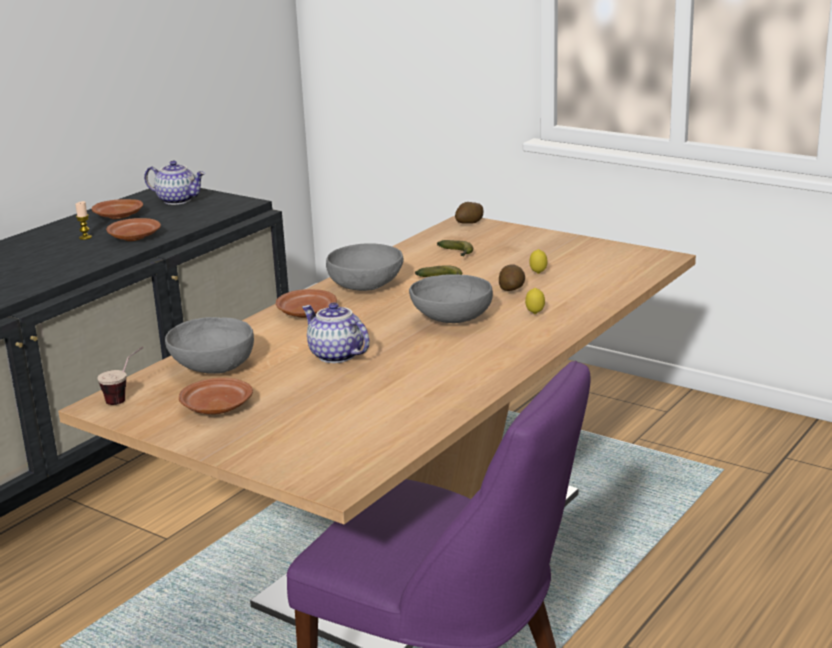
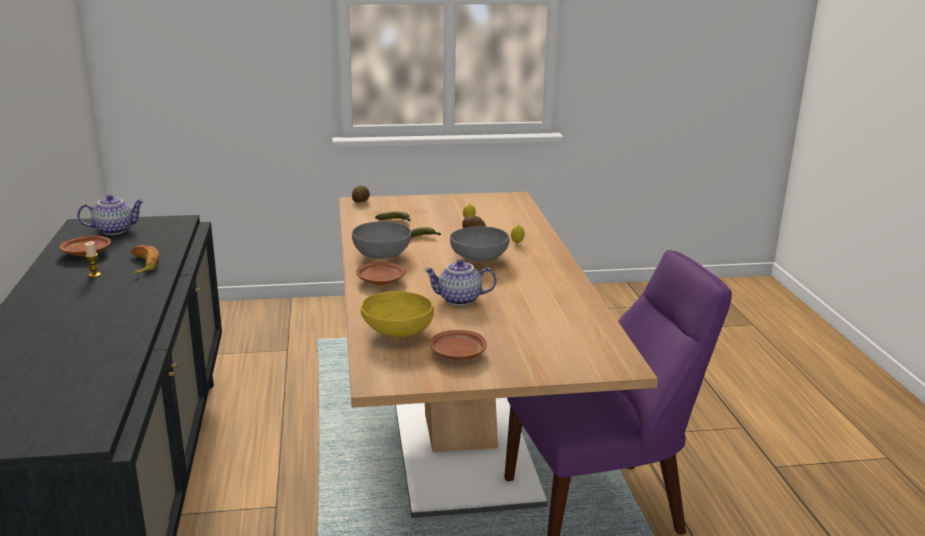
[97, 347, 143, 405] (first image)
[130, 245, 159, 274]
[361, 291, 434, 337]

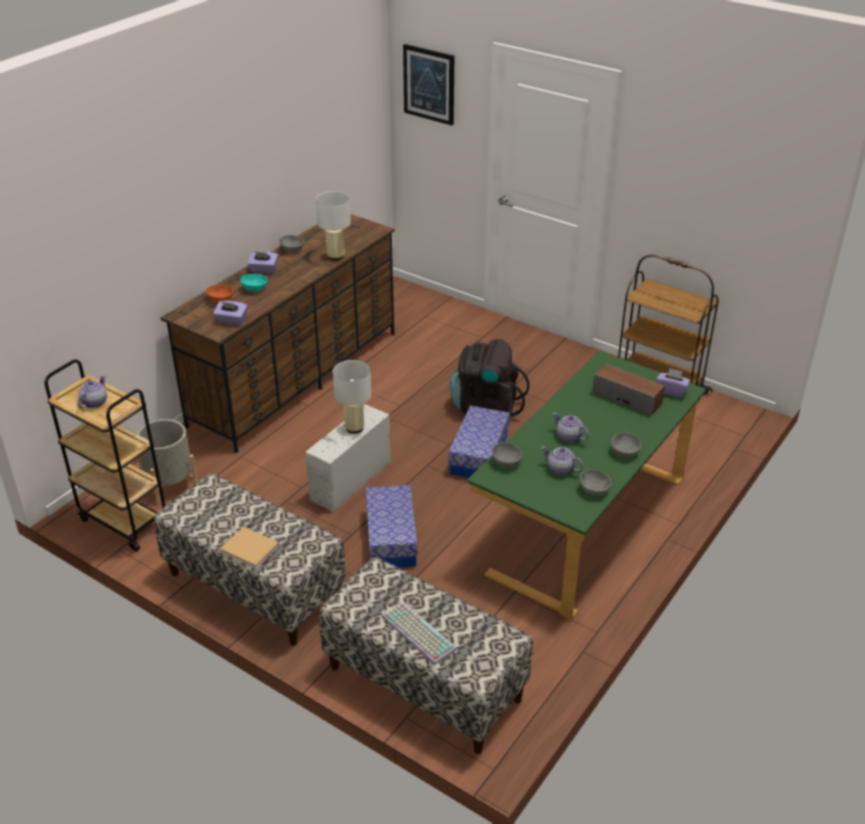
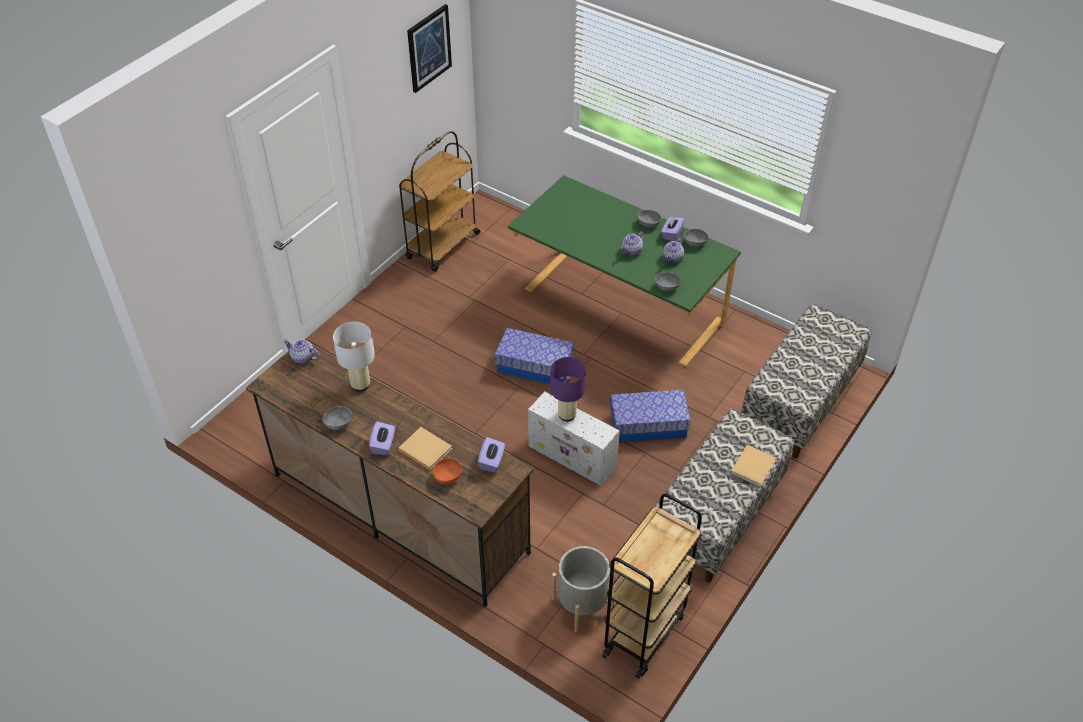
[283, 339, 320, 364]
[399, 427, 452, 470]
[550, 357, 586, 421]
[381, 601, 457, 665] (first image)
[407, 4, 452, 93]
[450, 339, 529, 417] (first image)
[592, 364, 665, 416] (first image)
[661, 215, 685, 241]

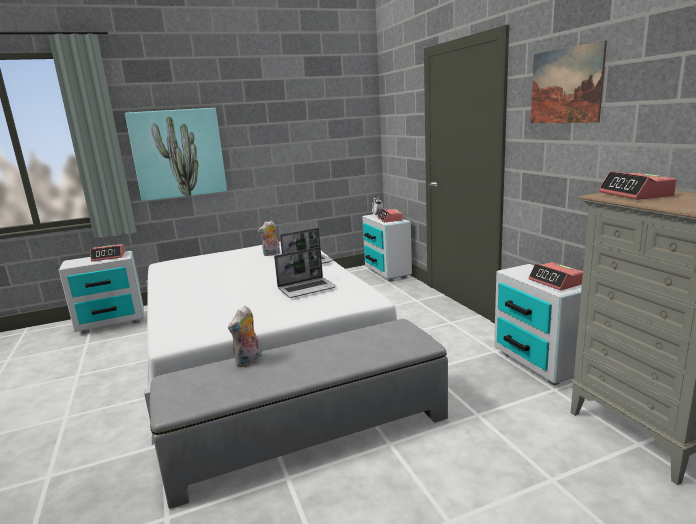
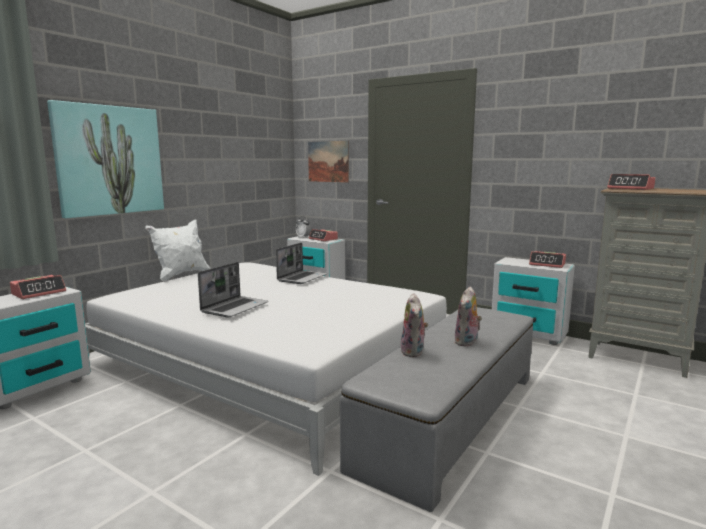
[454, 286, 482, 347]
[198, 262, 268, 318]
[308, 141, 349, 183]
[145, 220, 211, 281]

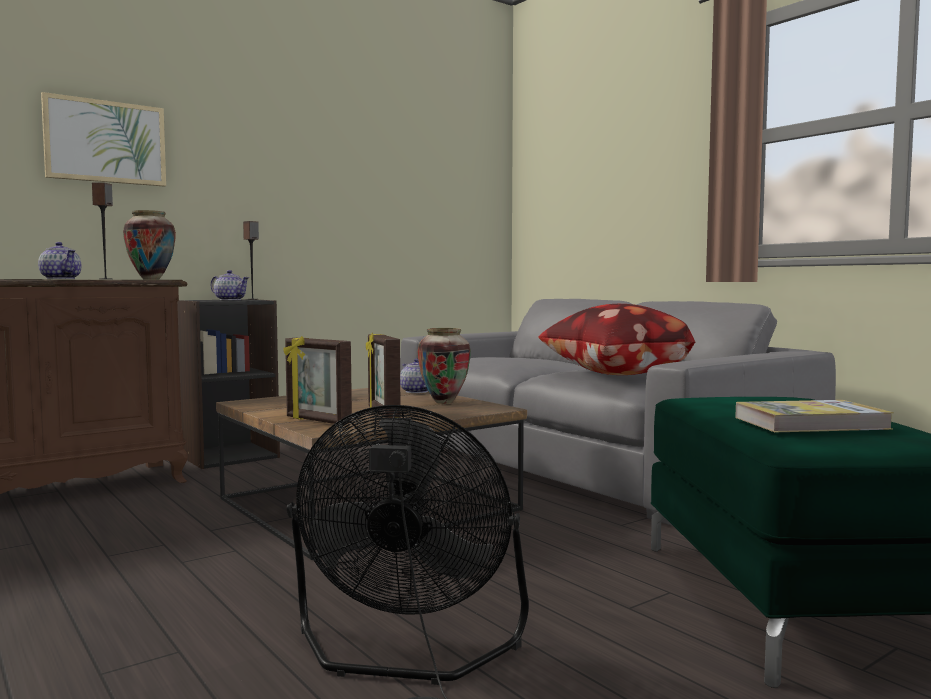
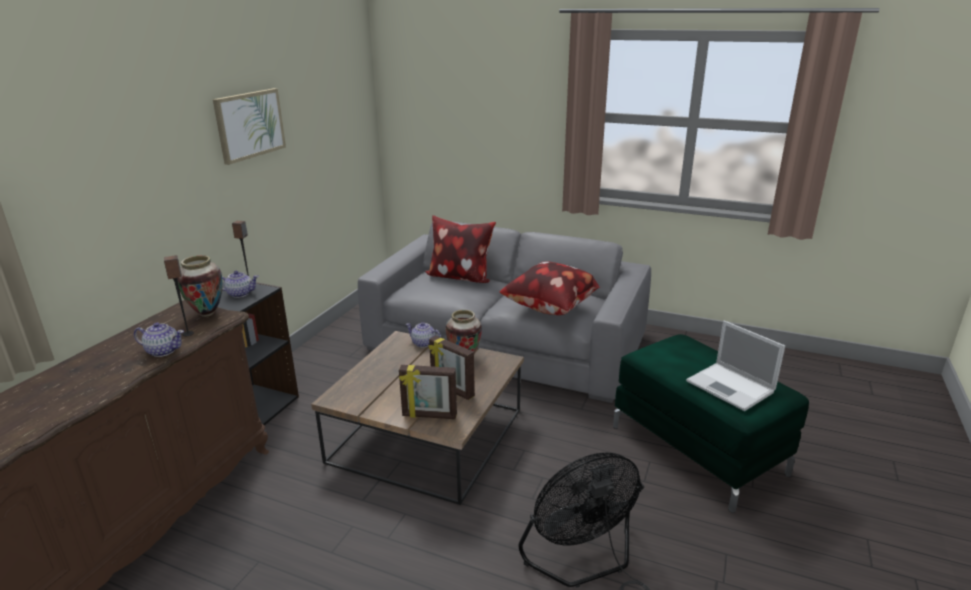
[213, 88, 286, 165]
[686, 321, 785, 411]
[425, 215, 496, 283]

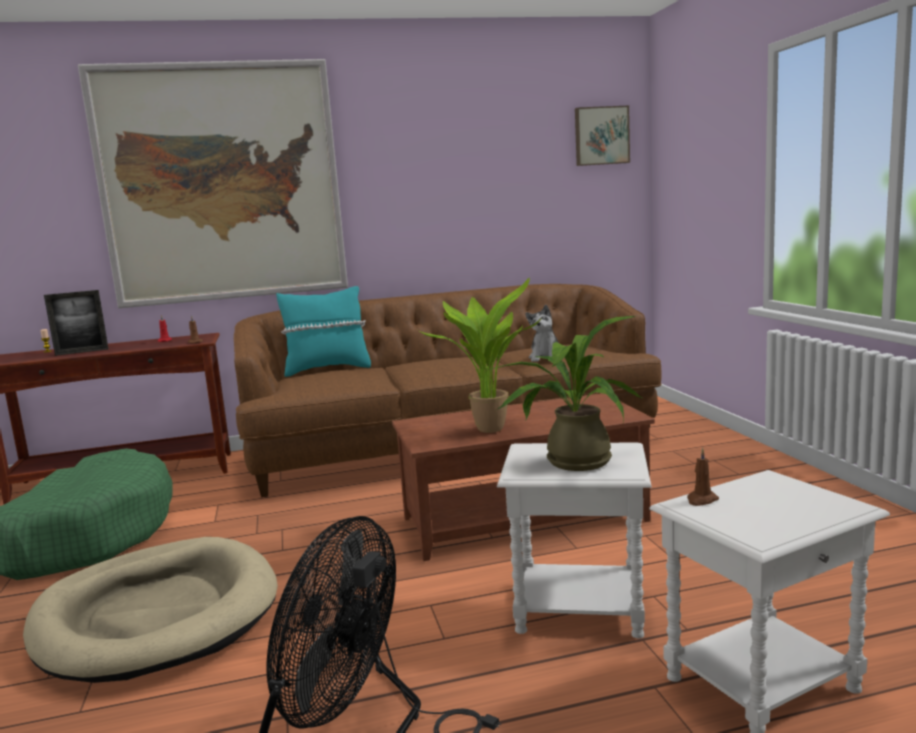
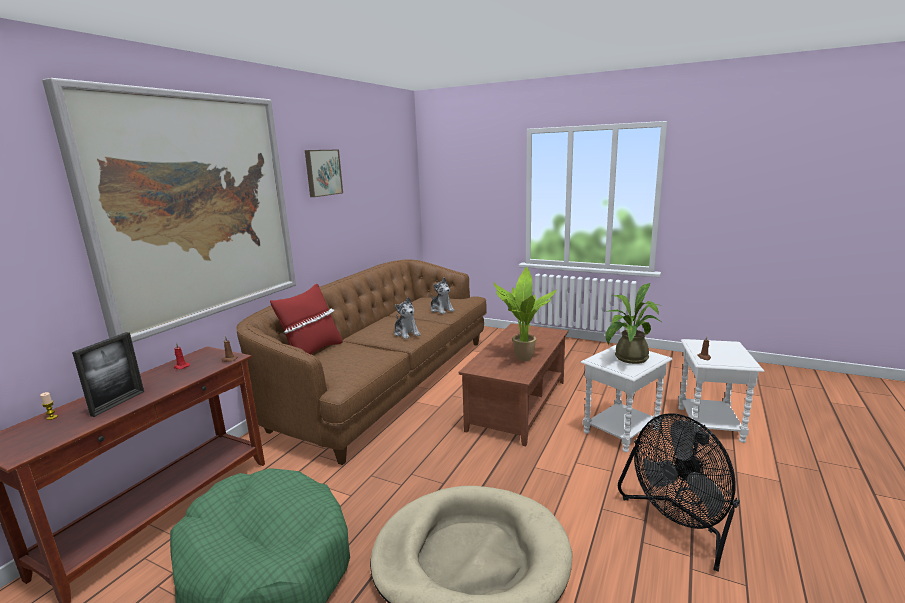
[270, 284, 343, 354]
[305, 149, 343, 197]
[394, 297, 421, 339]

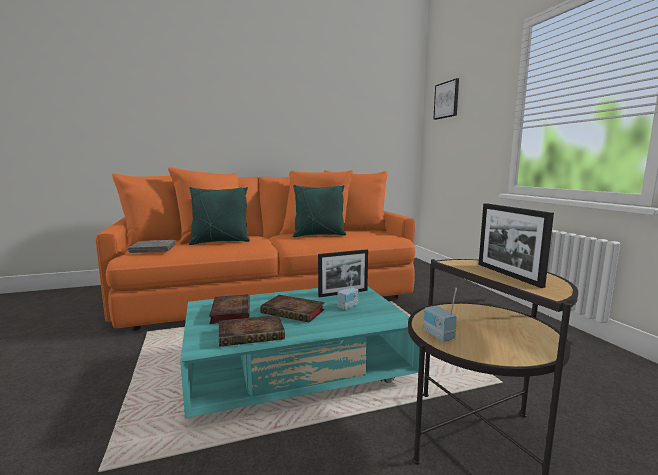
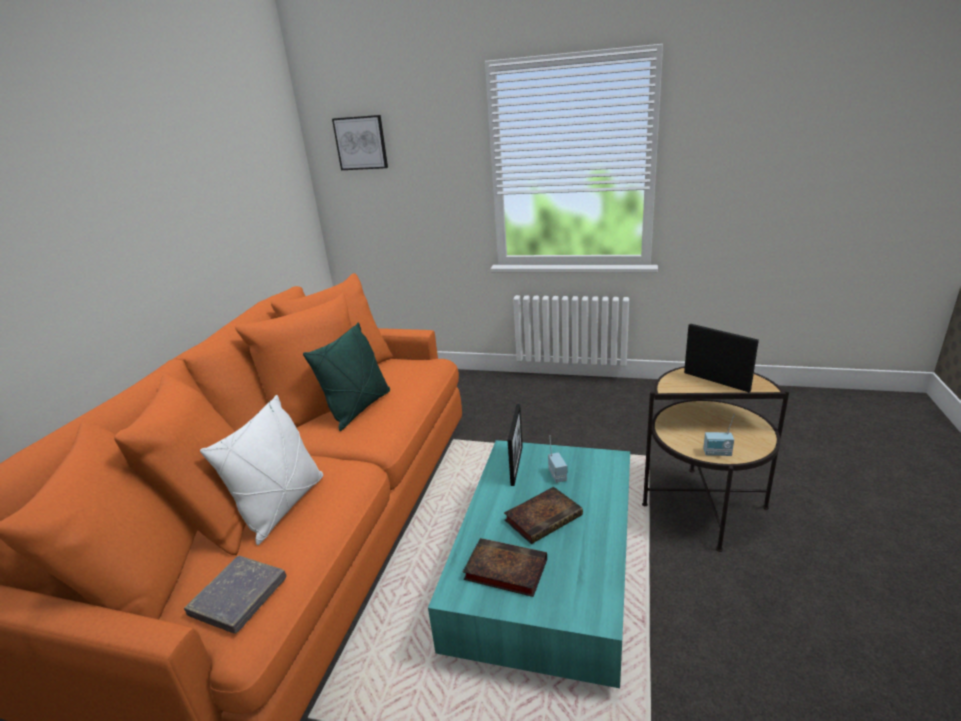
[200, 395, 323, 545]
[219, 315, 285, 347] (first image)
[684, 323, 759, 392]

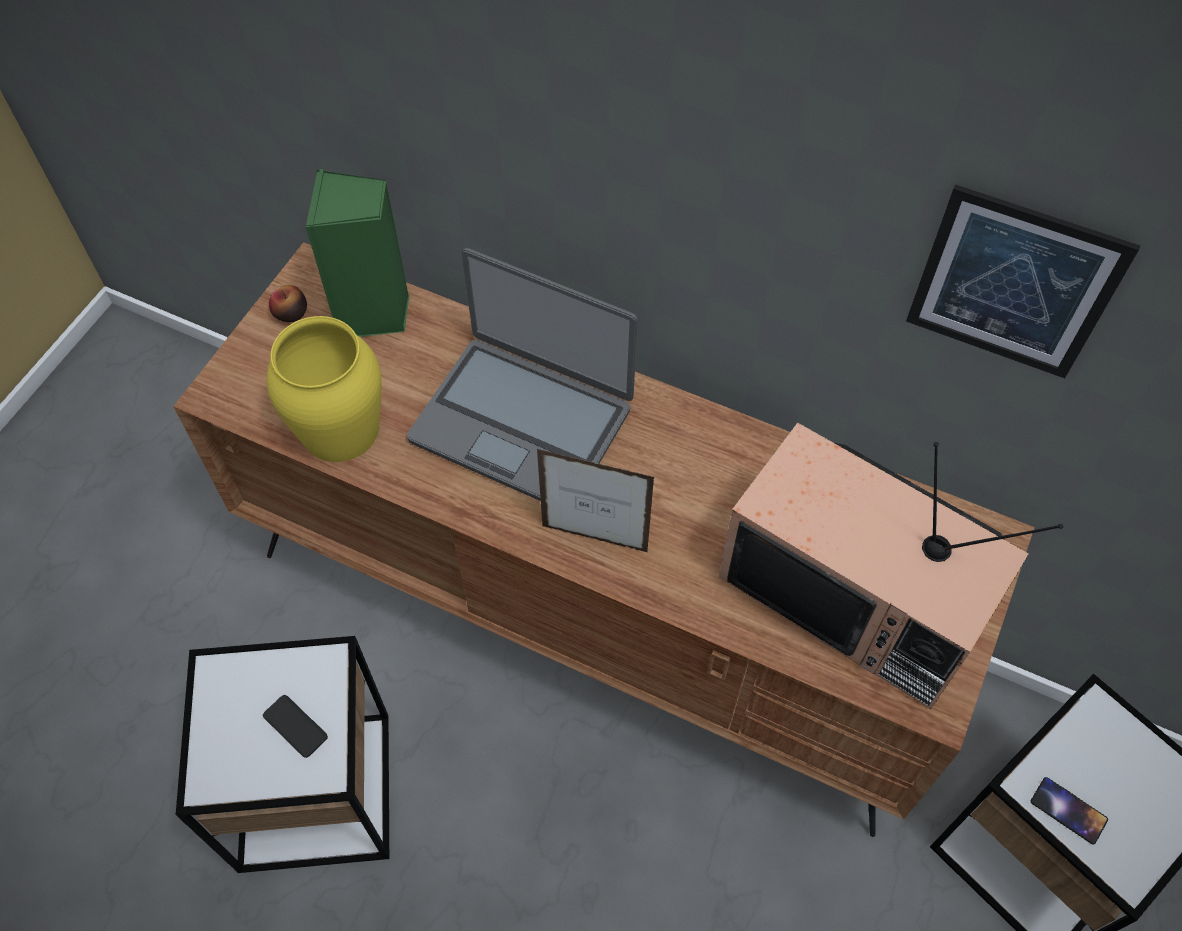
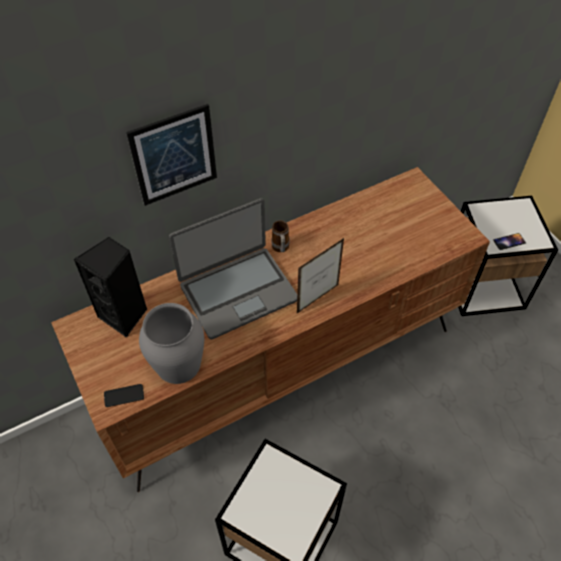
[104, 384, 144, 407]
[139, 303, 204, 384]
[269, 285, 307, 322] (first image)
[74, 237, 147, 338]
[719, 423, 1063, 709] (first image)
[126, 104, 217, 206]
[271, 221, 290, 252]

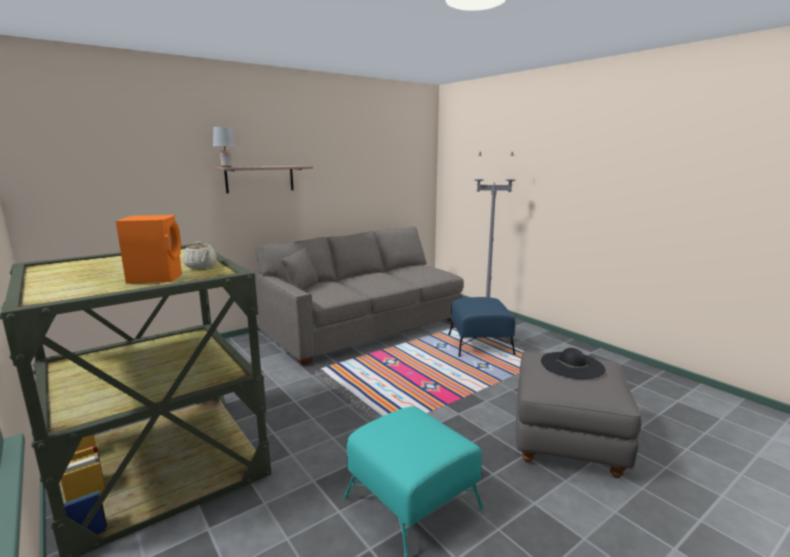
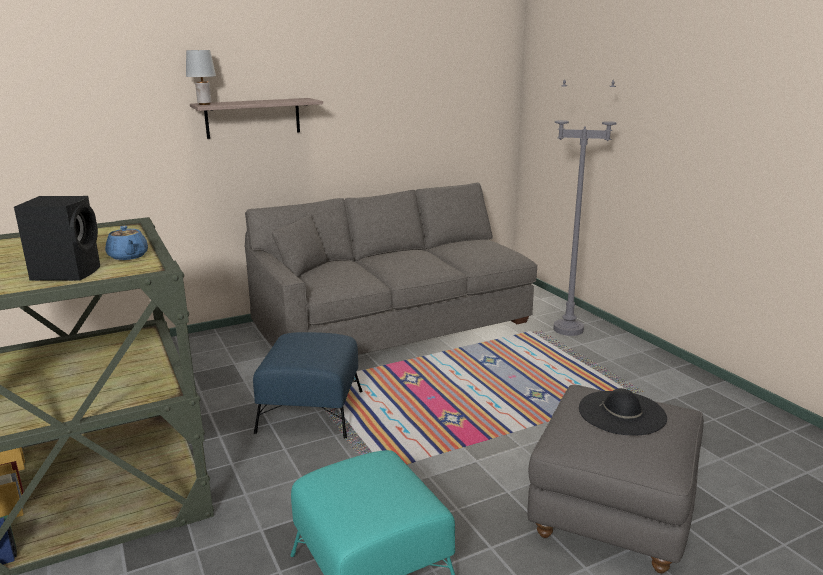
[14, 196, 100, 281]
[105, 226, 148, 260]
[253, 332, 363, 439]

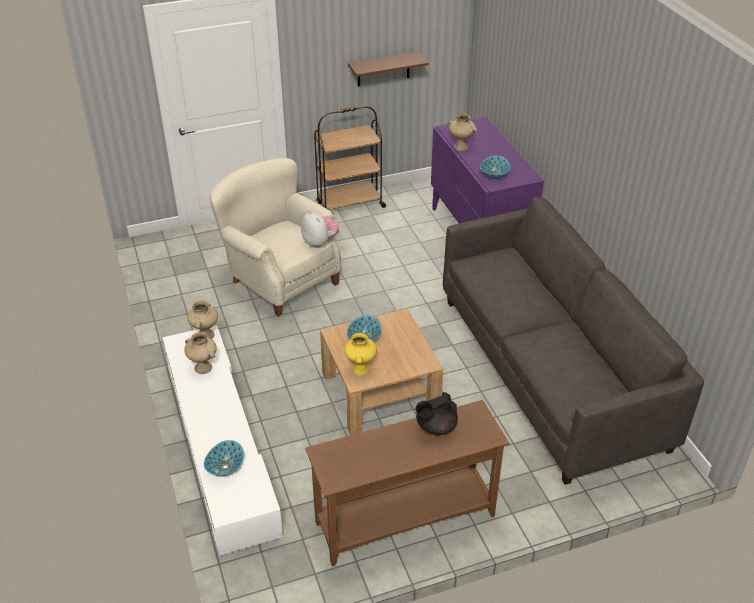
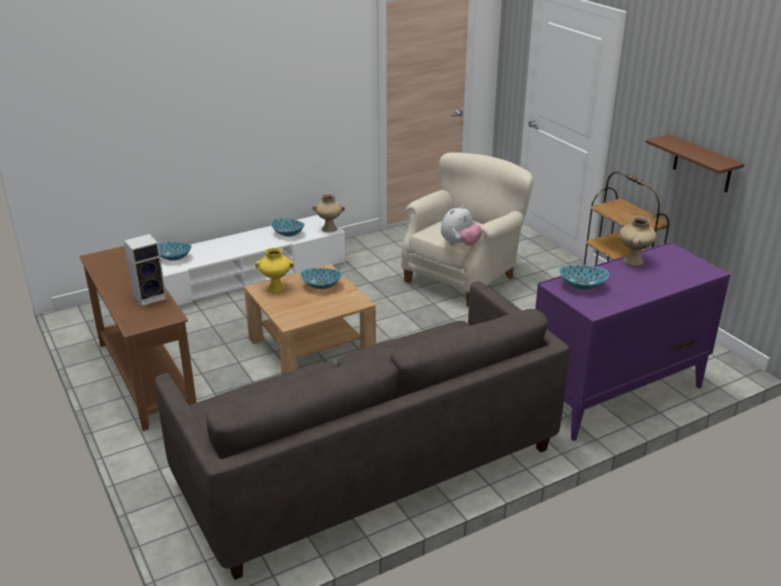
[271, 218, 305, 237]
[124, 234, 167, 306]

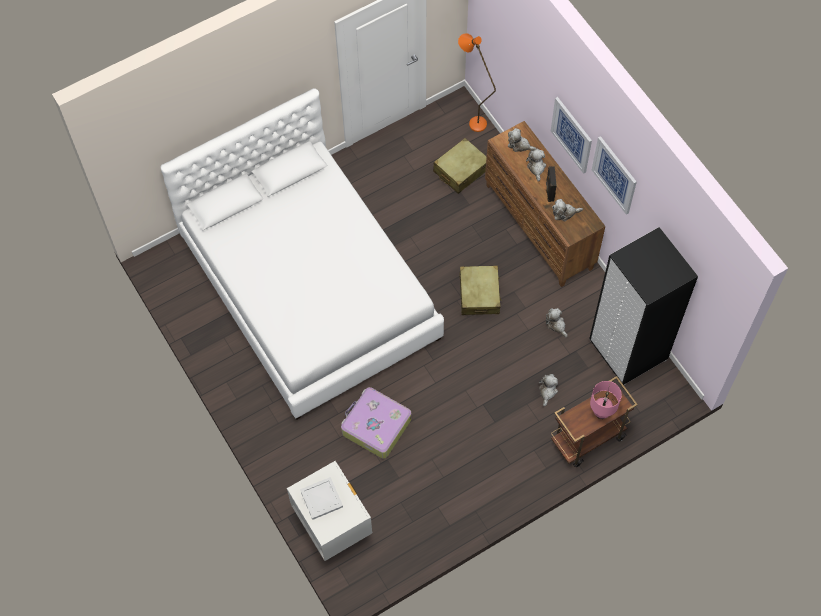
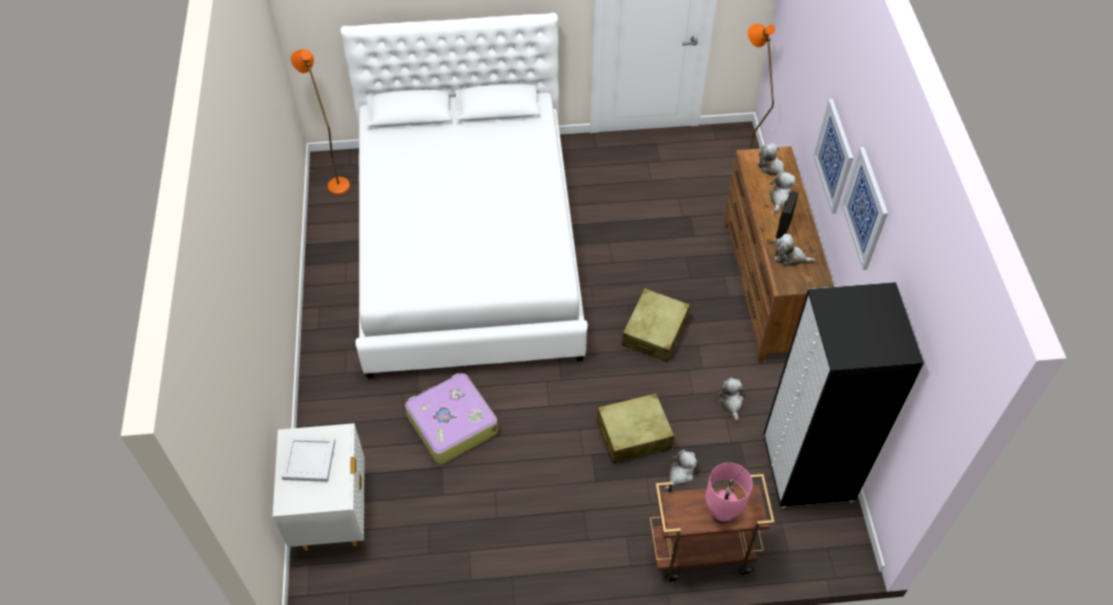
[596, 393, 674, 463]
[291, 49, 350, 195]

